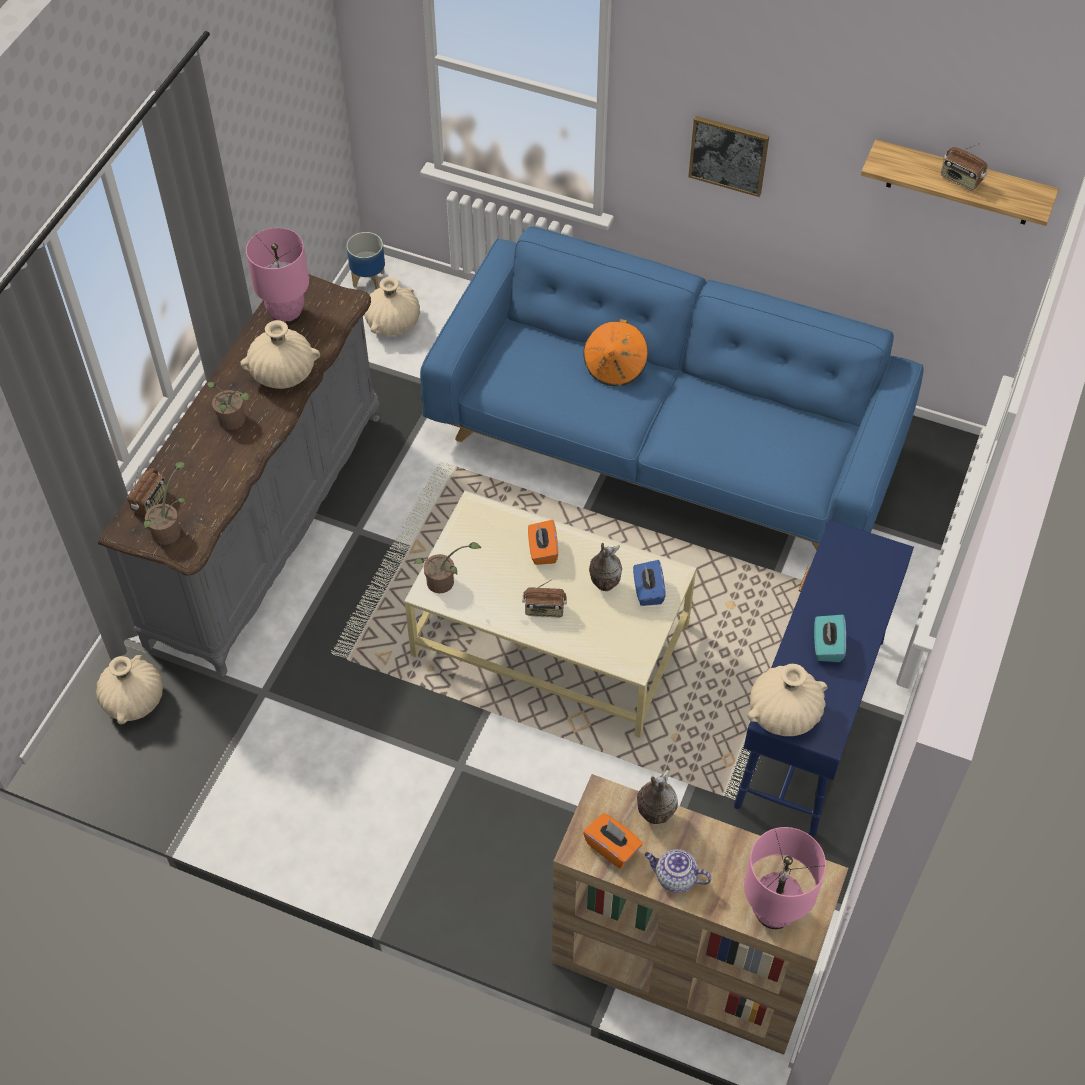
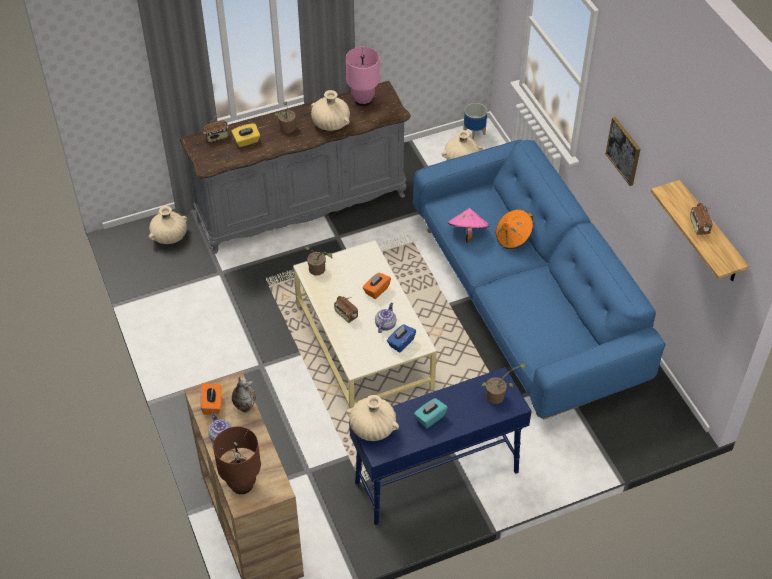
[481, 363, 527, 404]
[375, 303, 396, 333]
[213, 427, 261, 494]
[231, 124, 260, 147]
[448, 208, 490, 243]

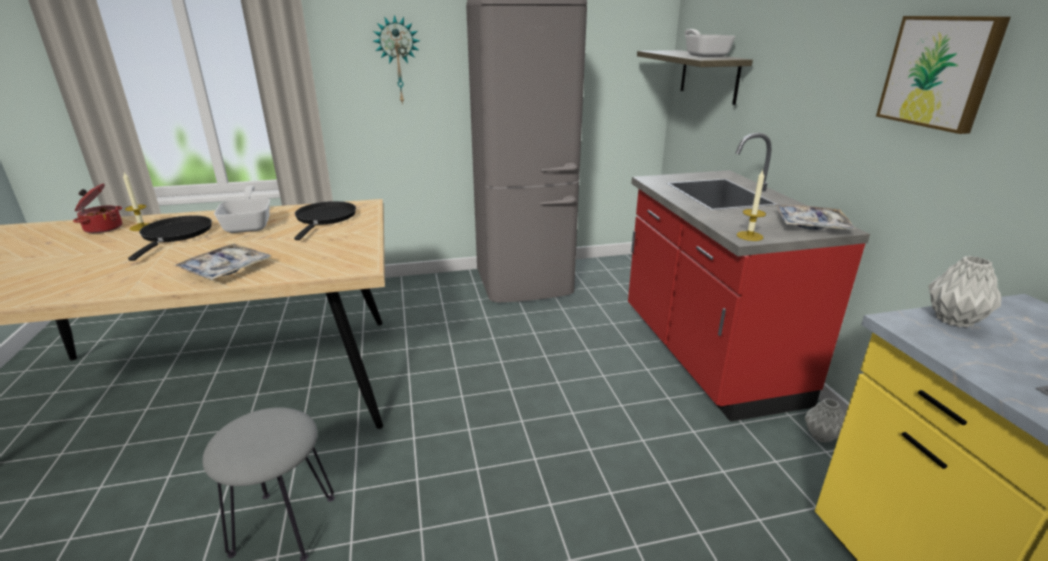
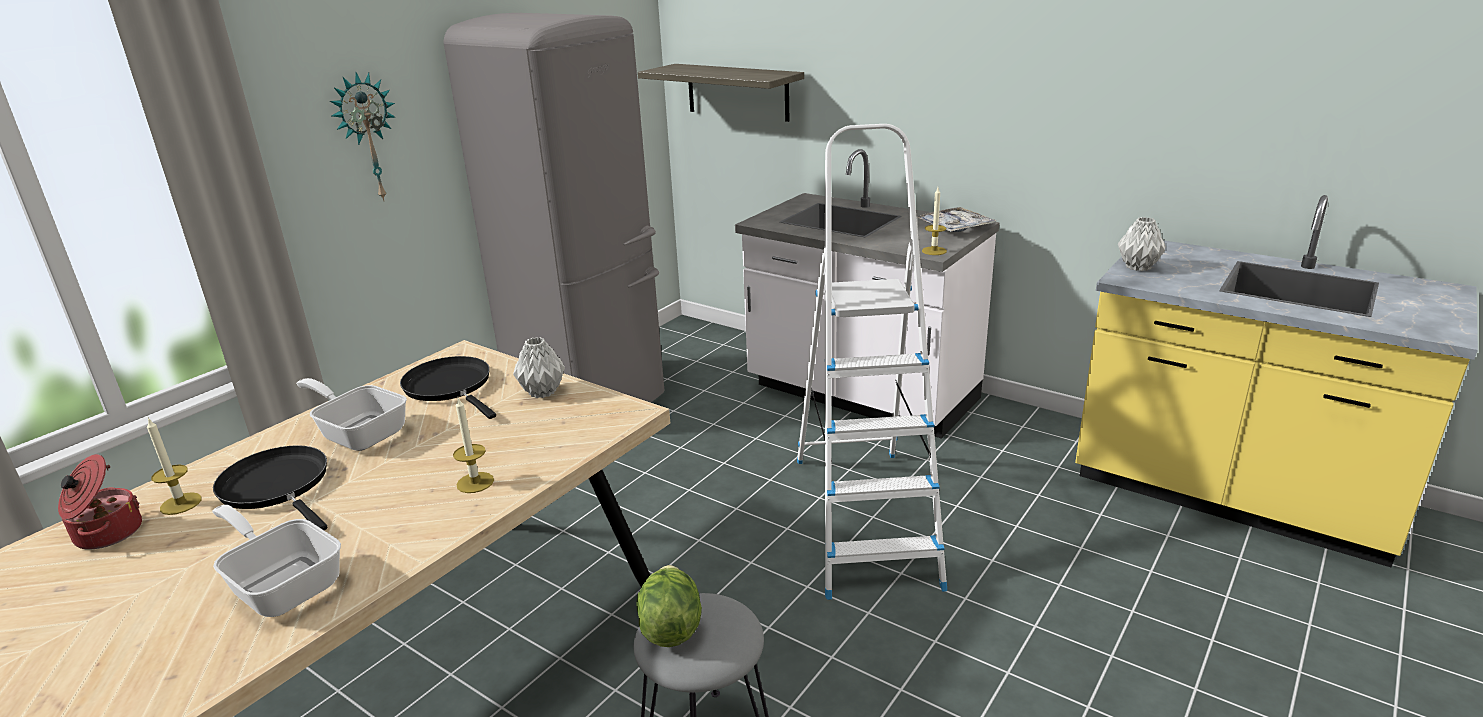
[453, 398, 494, 493]
[735, 149, 999, 439]
[212, 505, 341, 617]
[513, 337, 565, 398]
[876, 16, 1011, 134] (first image)
[636, 565, 702, 647]
[797, 124, 947, 600]

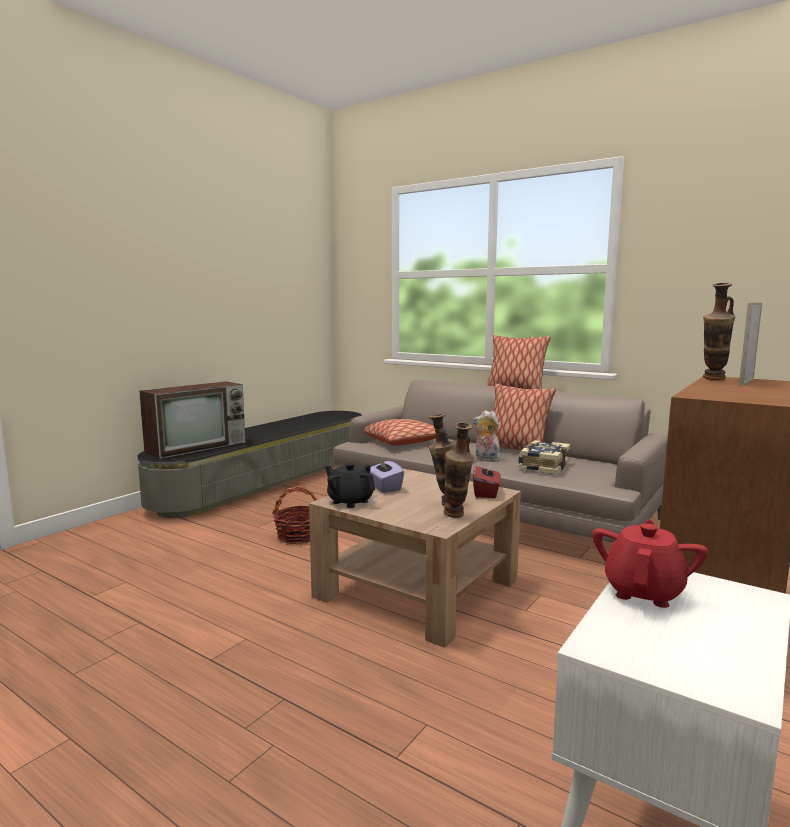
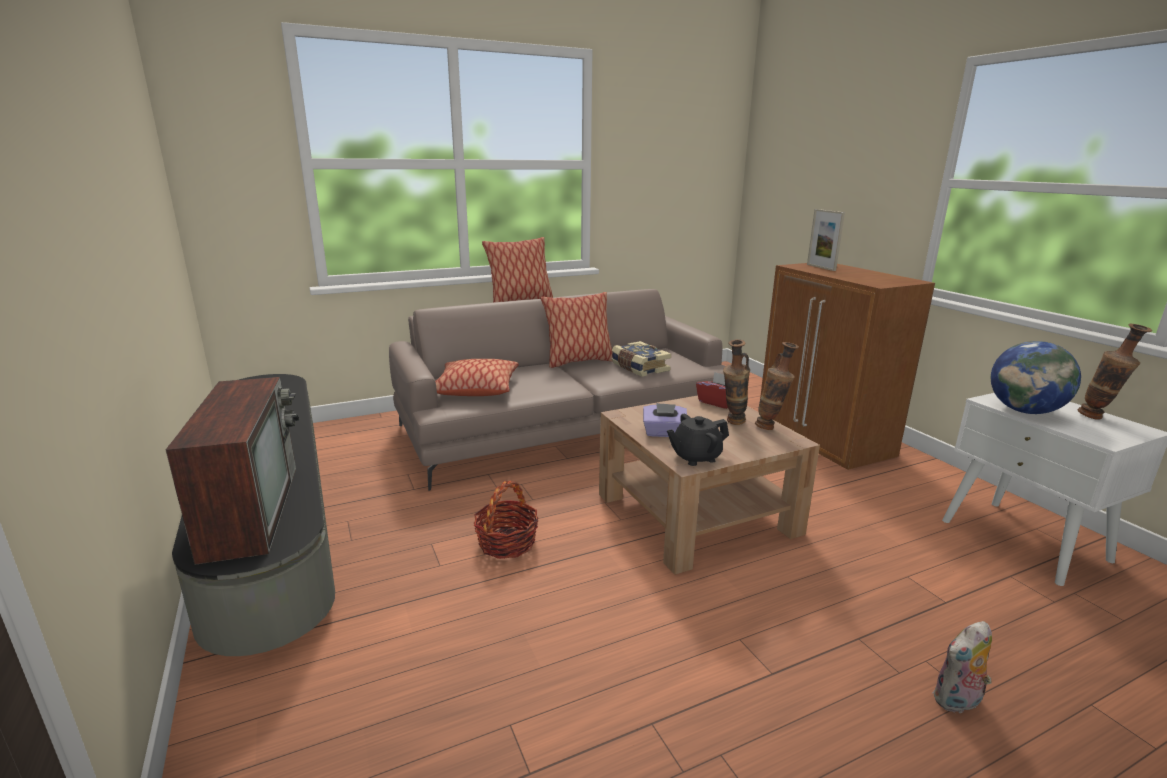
[932, 621, 992, 713]
[991, 341, 1081, 414]
[1078, 324, 1152, 420]

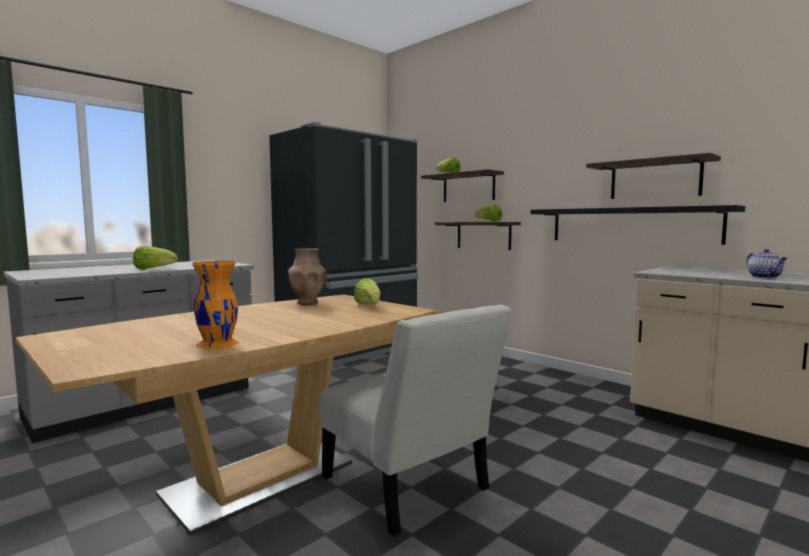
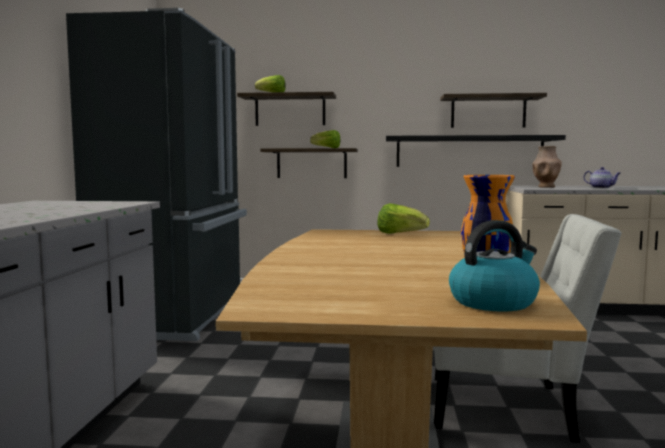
[133, 246, 177, 269] (first image)
[532, 146, 562, 188]
[449, 220, 540, 312]

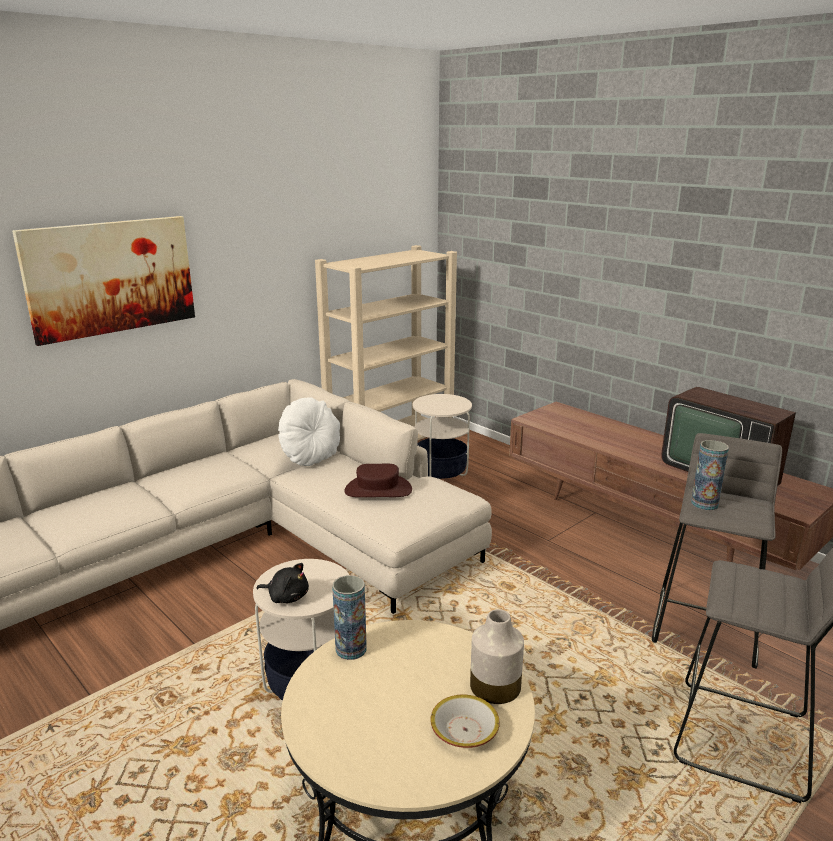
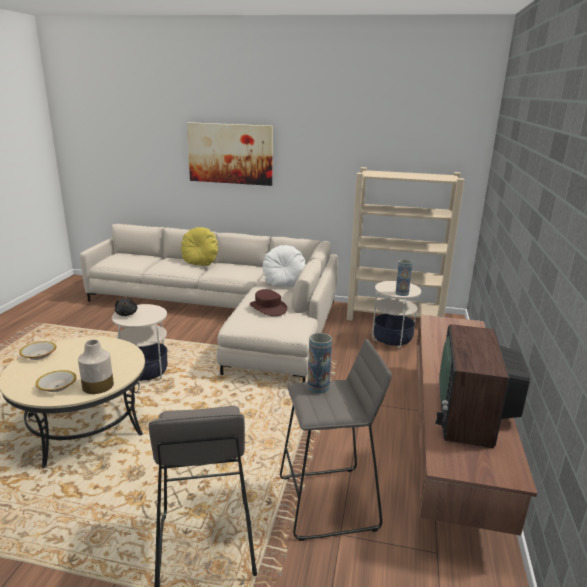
[395, 260, 413, 296]
[19, 341, 56, 360]
[181, 227, 218, 266]

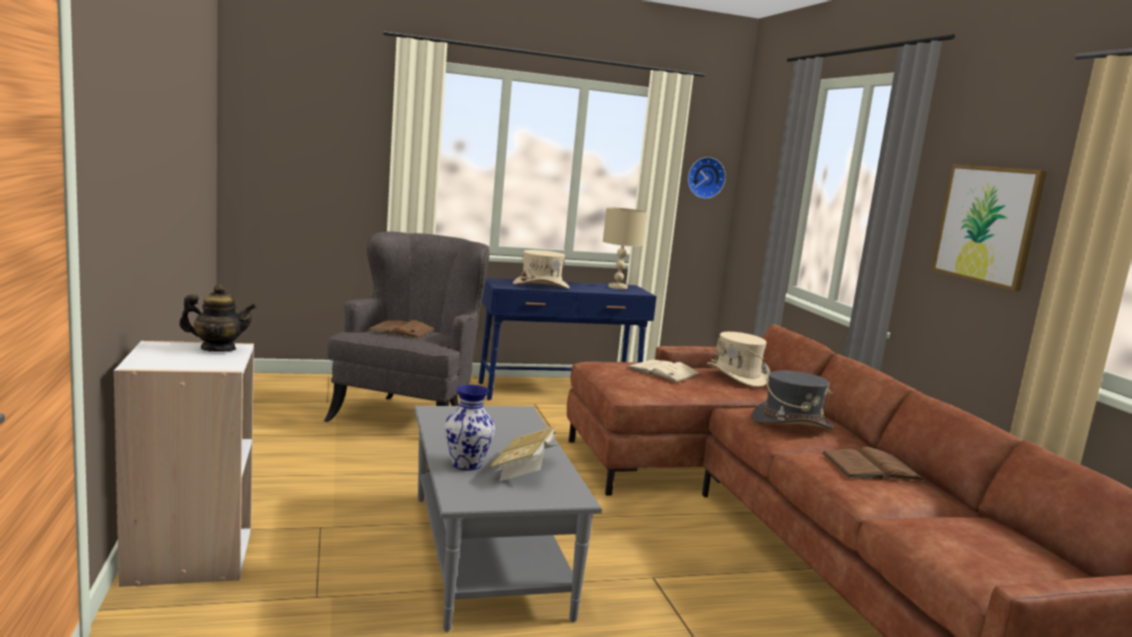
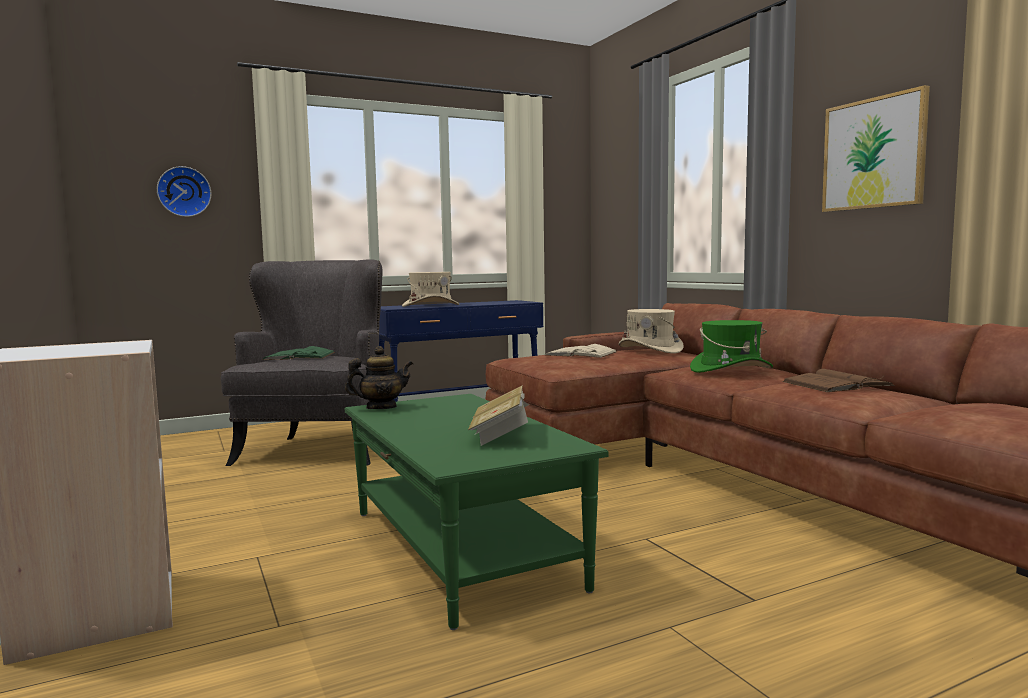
[345, 346, 413, 409]
[262, 346, 335, 360]
[345, 394, 609, 630]
[444, 385, 495, 470] (first image)
[603, 207, 647, 289] (first image)
[157, 166, 211, 217]
[690, 320, 773, 373]

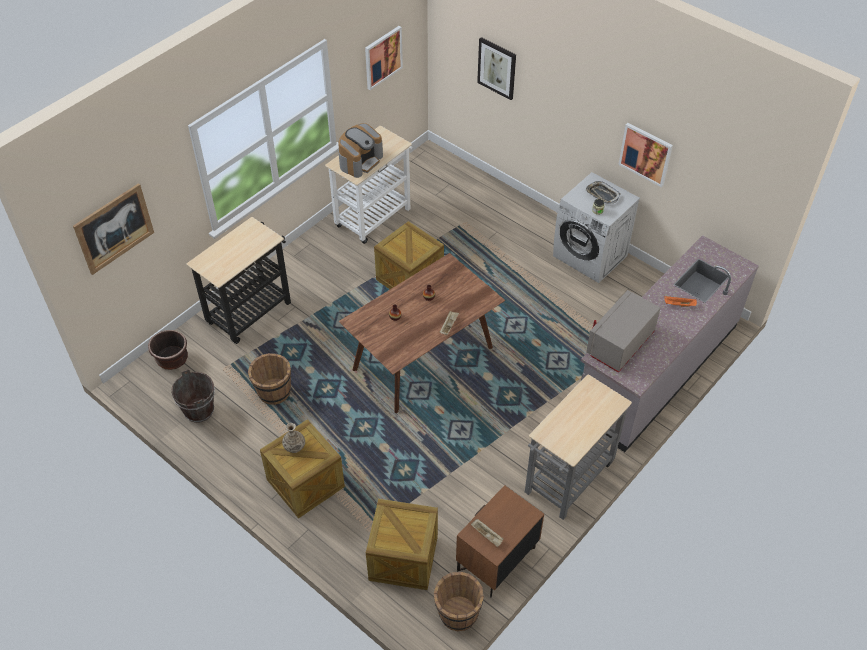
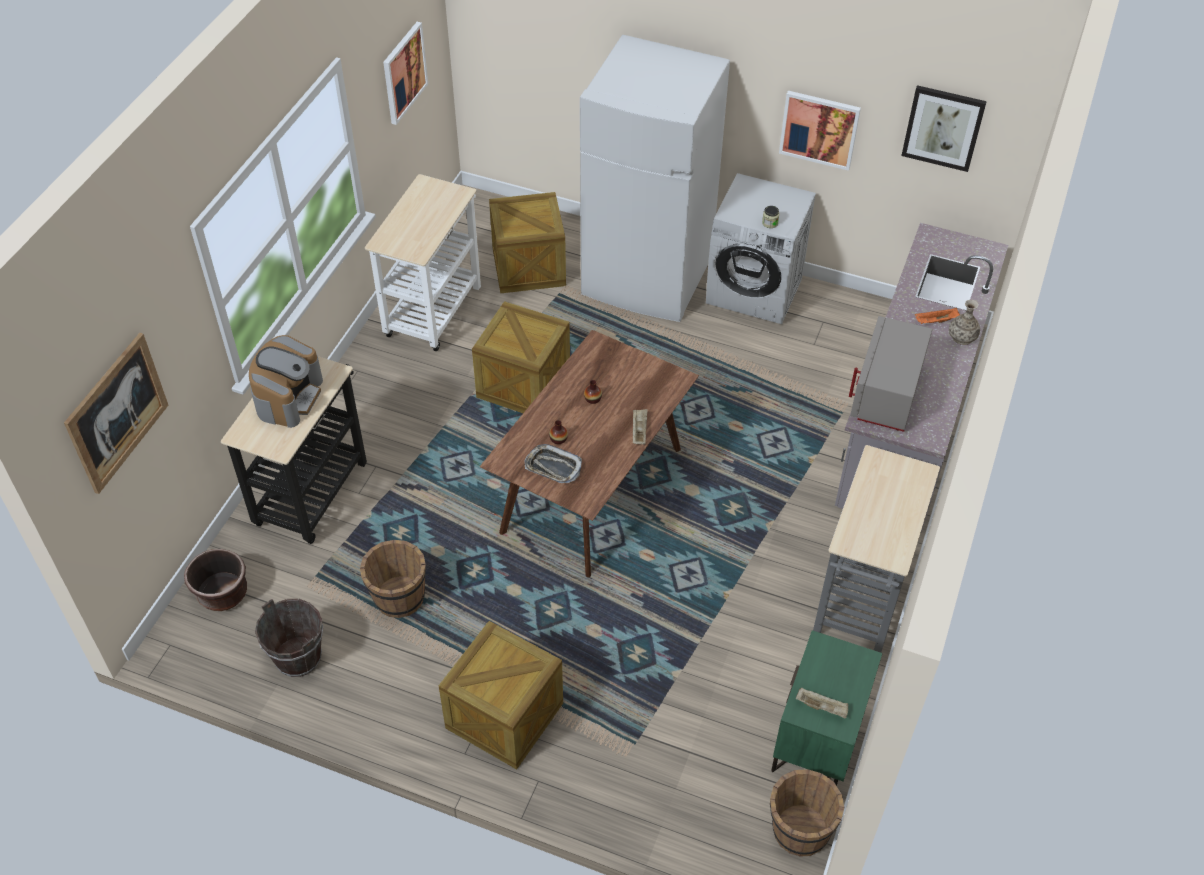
[949, 300, 980, 345]
[249, 335, 323, 428]
[489, 192, 566, 293]
[771, 630, 882, 786]
[901, 85, 987, 172]
[524, 444, 582, 483]
[580, 35, 730, 322]

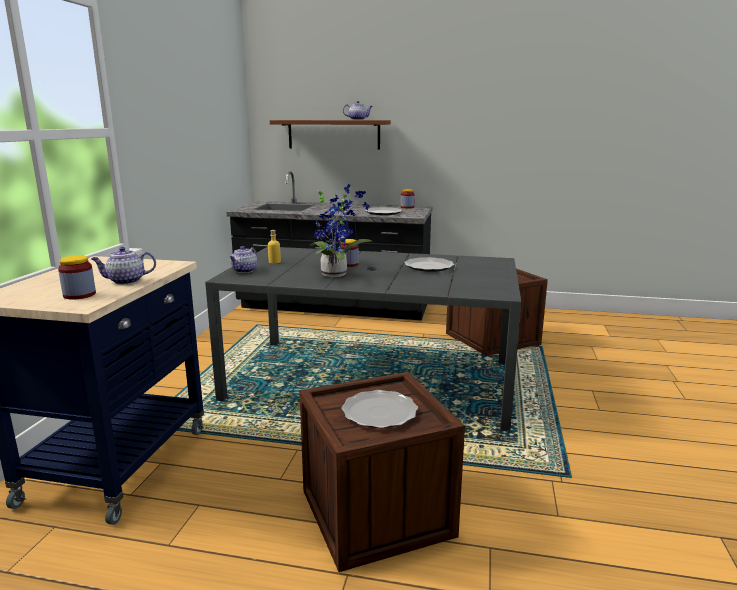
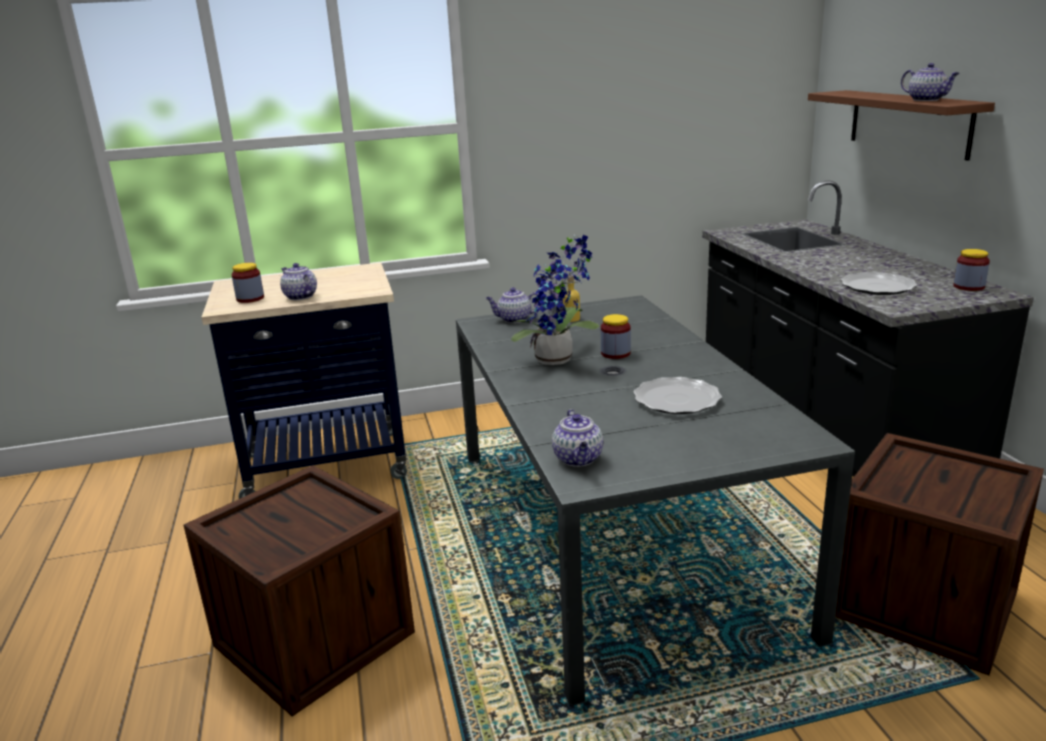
[341, 390, 418, 428] (first image)
[552, 409, 603, 467]

